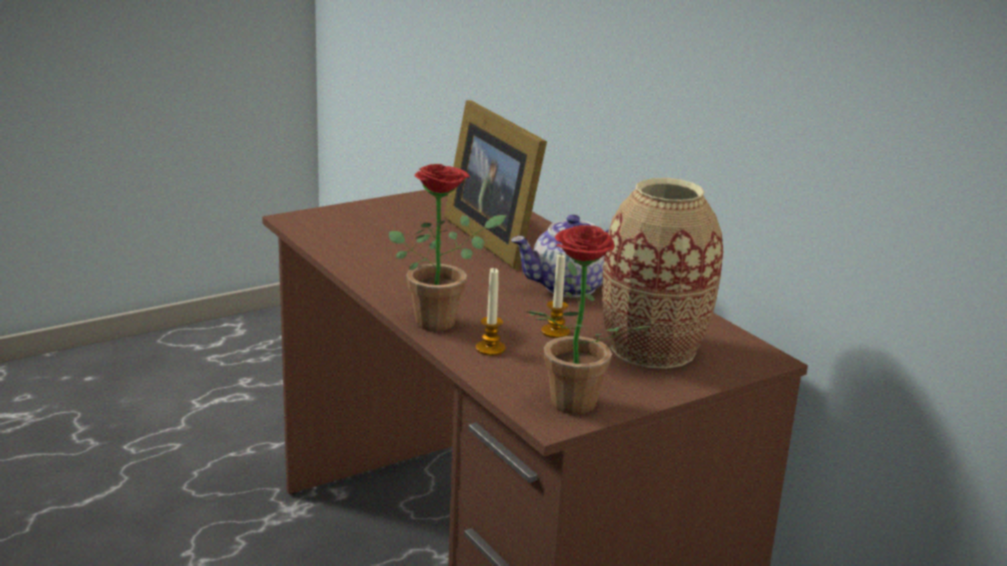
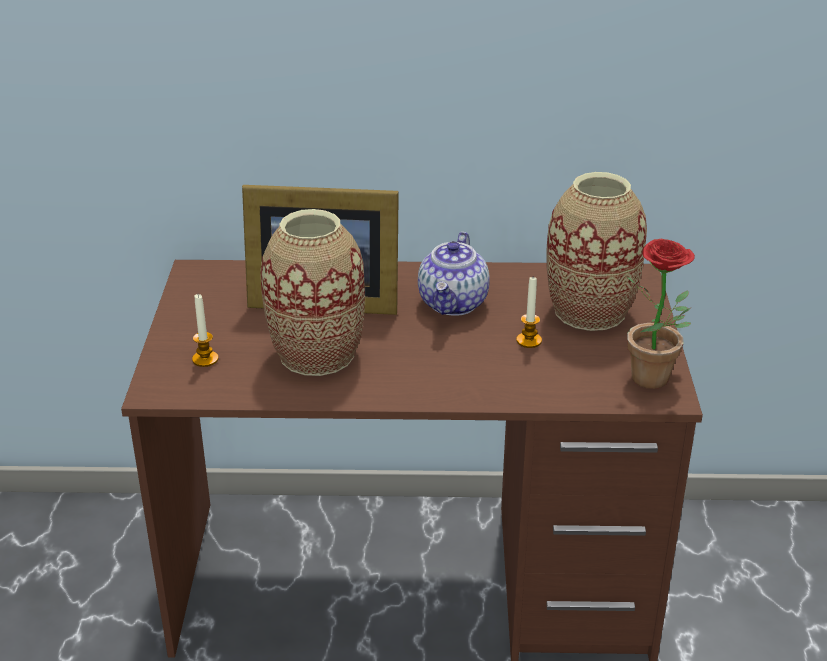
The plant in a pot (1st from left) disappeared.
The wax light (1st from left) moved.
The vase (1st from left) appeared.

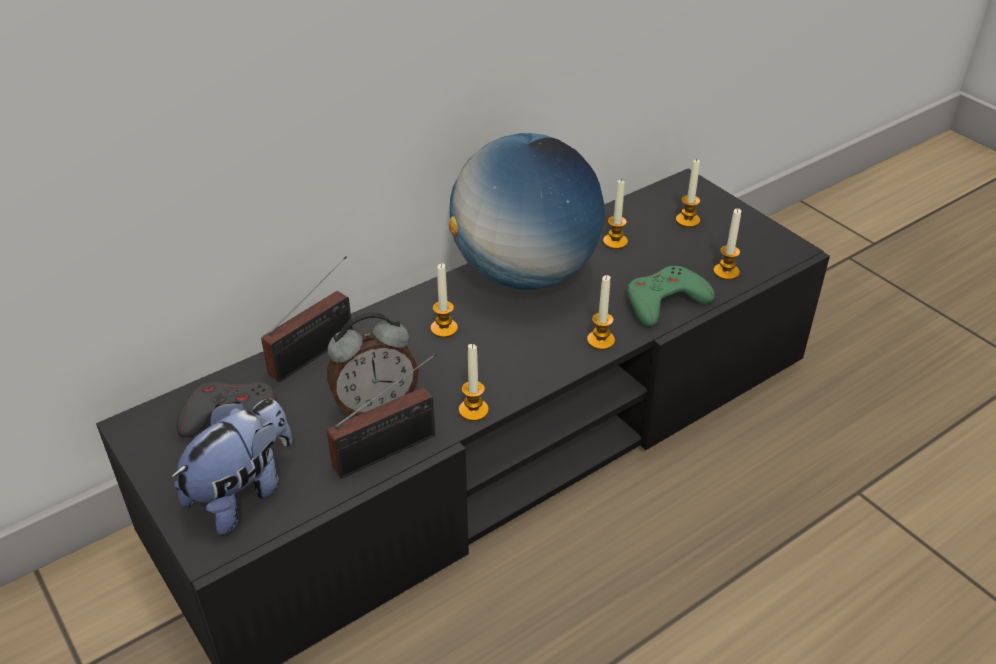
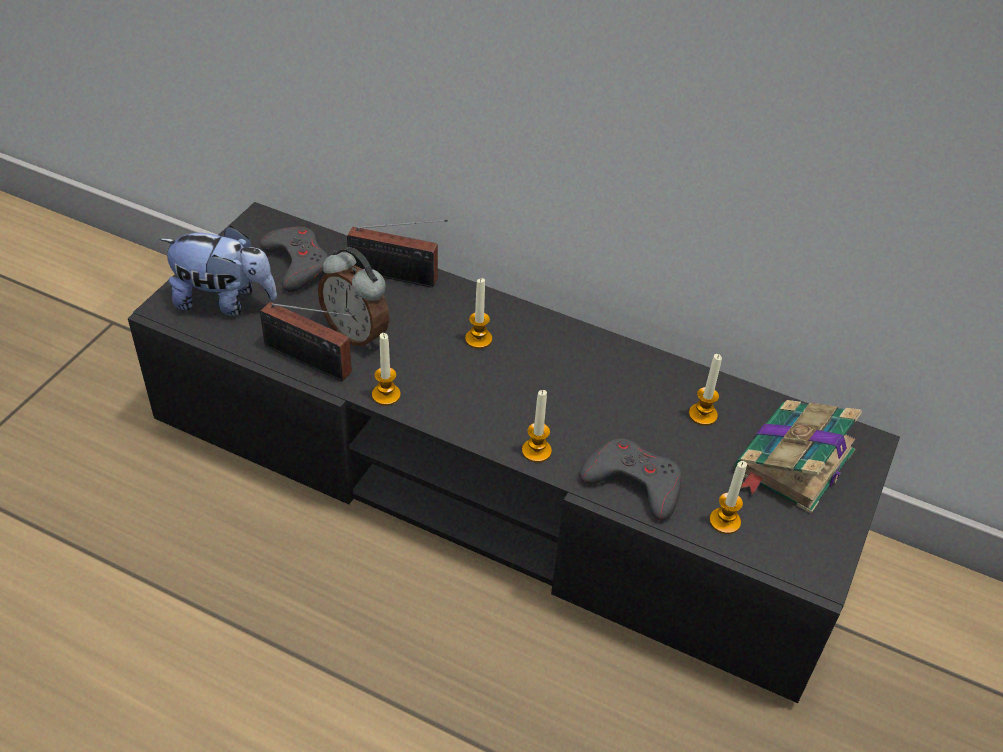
The world globe disappeared.
The joypad/green-coloured became the joypad/grey (2nd from left).
The wax light (5th from left) was replaced by the volume.

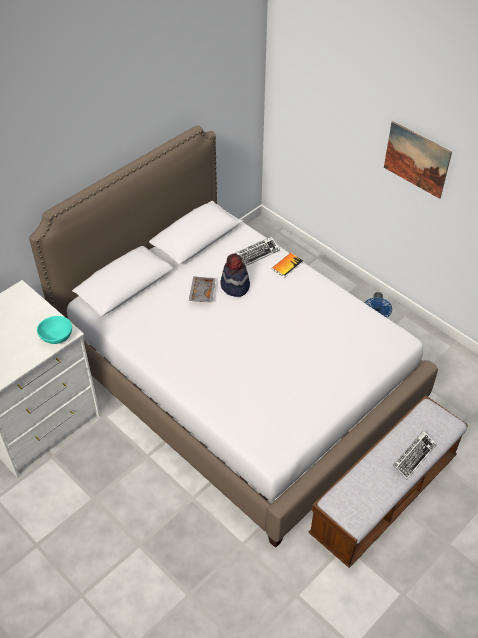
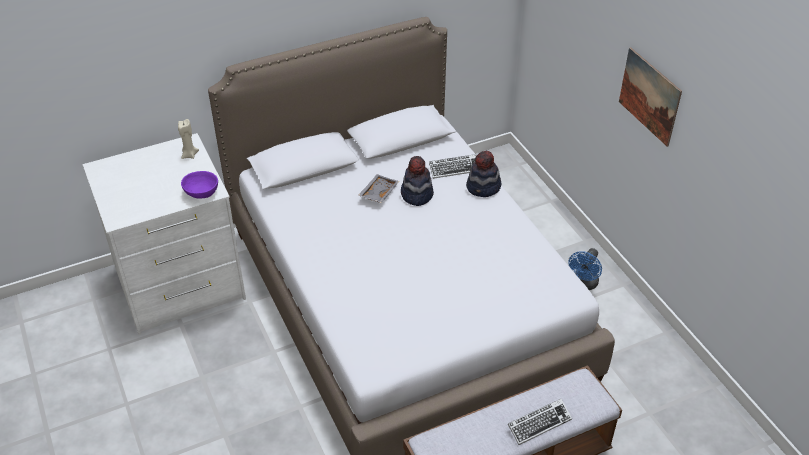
The bowl/turquoise became the bowl/purplish.
The volume was replaced by the clothing hat (2nd from left).
The wax light/beige-coloured appeared.

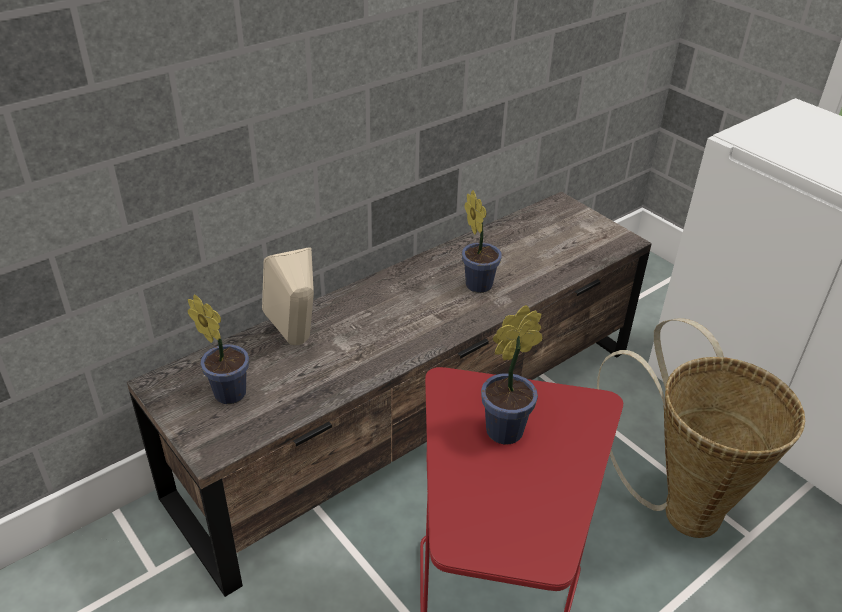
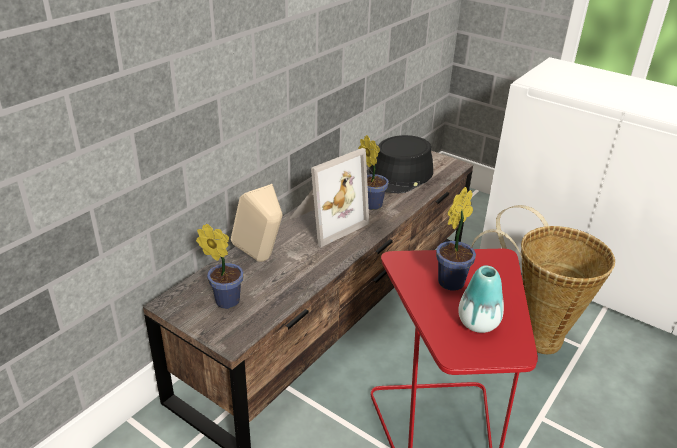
The photo frame appeared.
The clothing hat/blackish appeared.
The vase appeared.

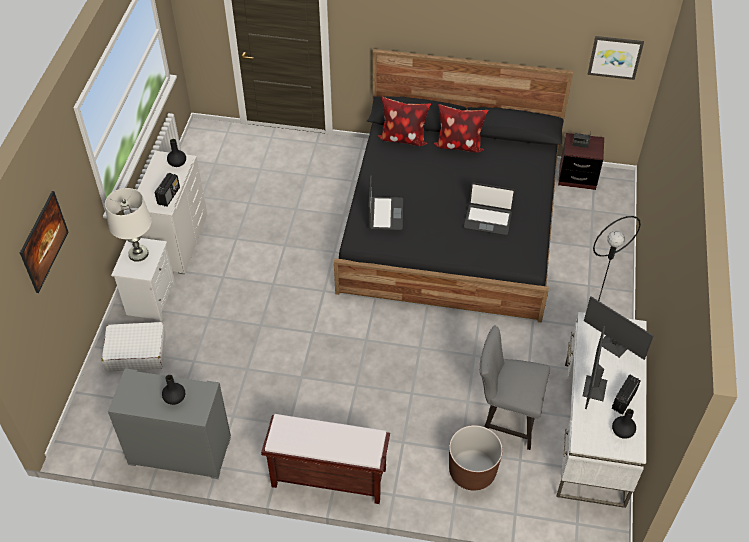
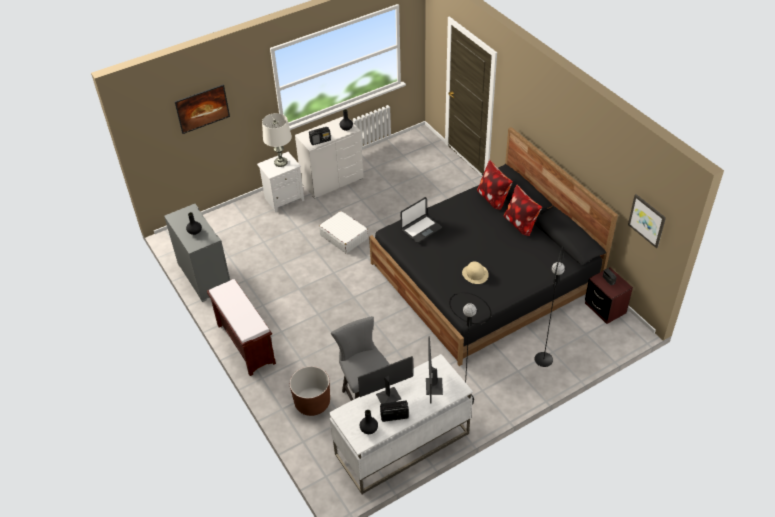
The suitcase/whitish moved.
The laptop (2nd from left) was replaced by the clothing hat/beige-coloured.
The standard lamp/blackish (2nd from left) appeared.

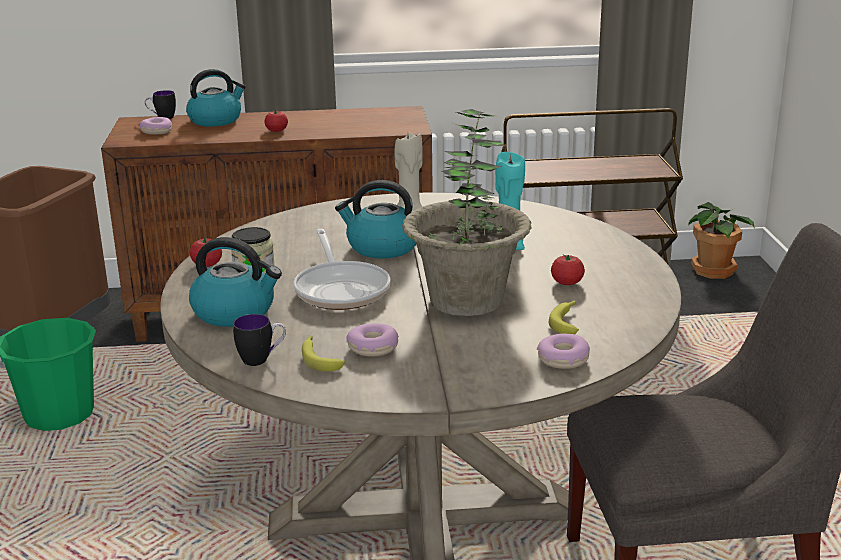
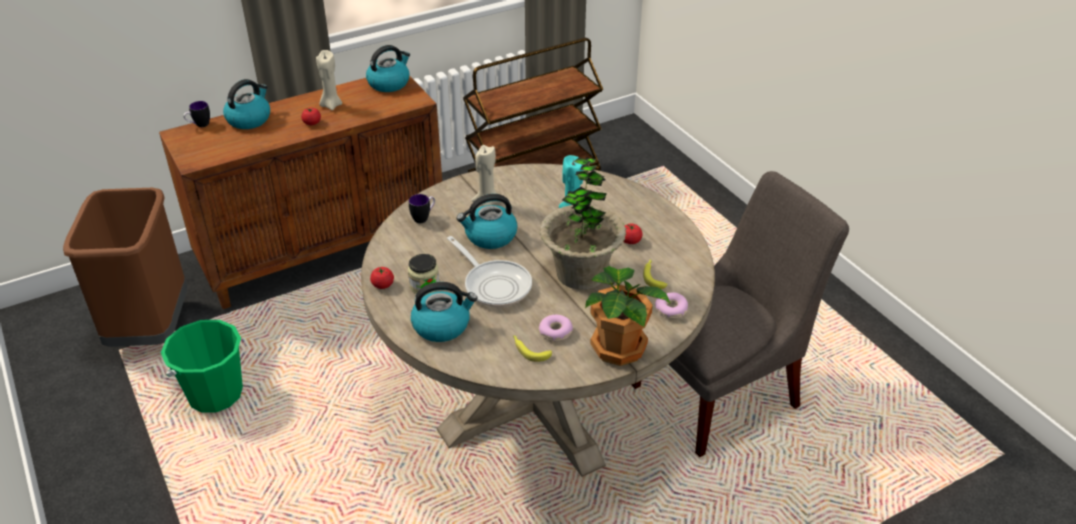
The donut (1st from left) disappeared.
The tea mug (2nd from left) moved.
The plant in a pot (2nd from left) moved.
The wax light/beige-coloured (1st from left) appeared.
The tea kettle (2nd from left) appeared.

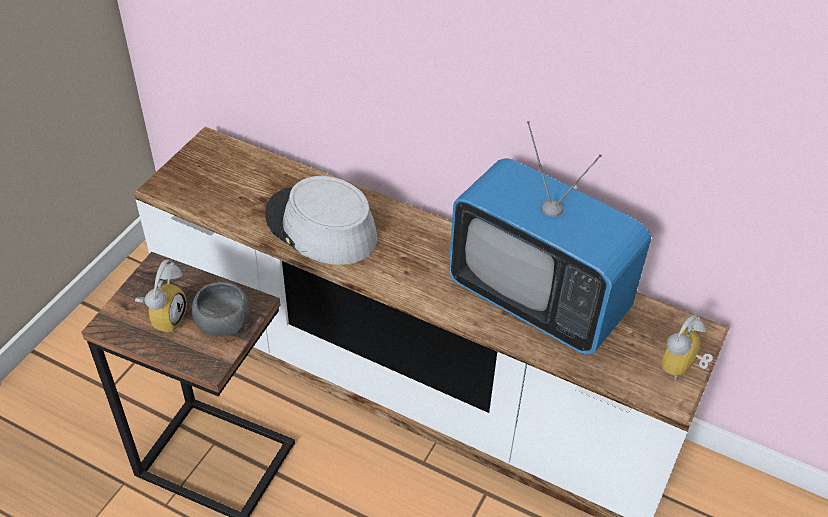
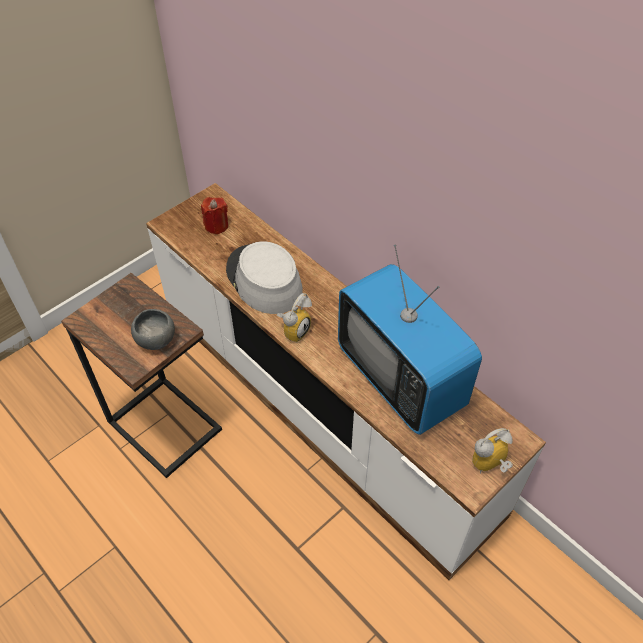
The table clock (1st from left) moved.
The wax light/red appeared.

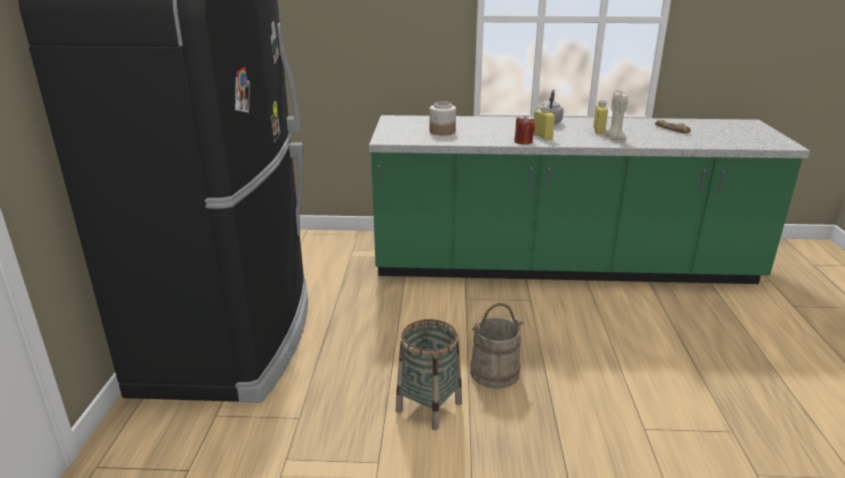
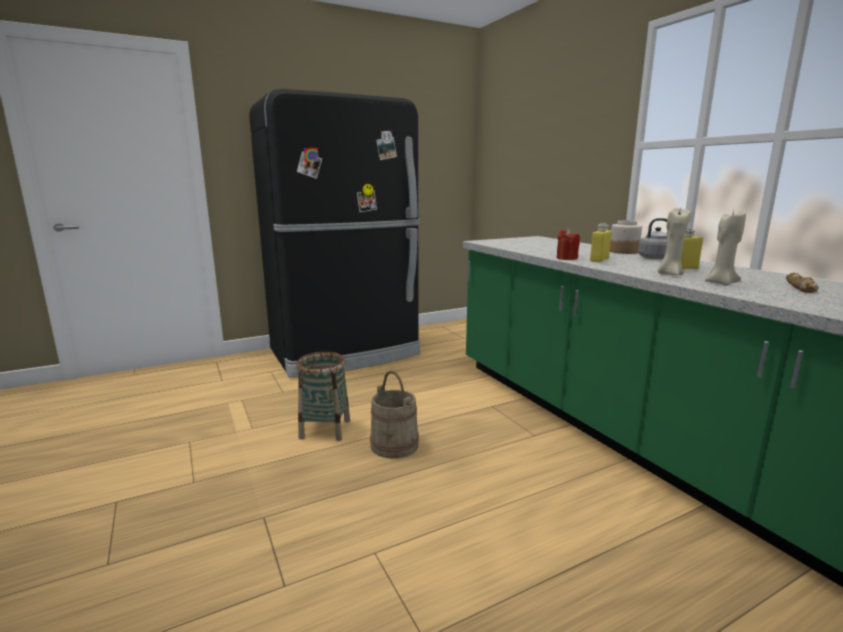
The storage jar moved.
The wax light/beige-coloured (2nd from left) appeared.

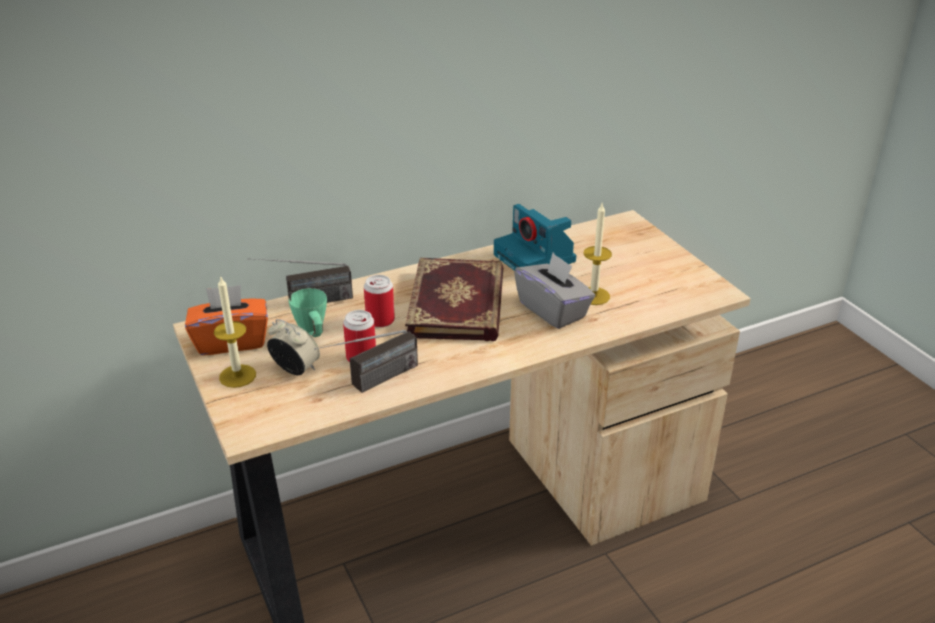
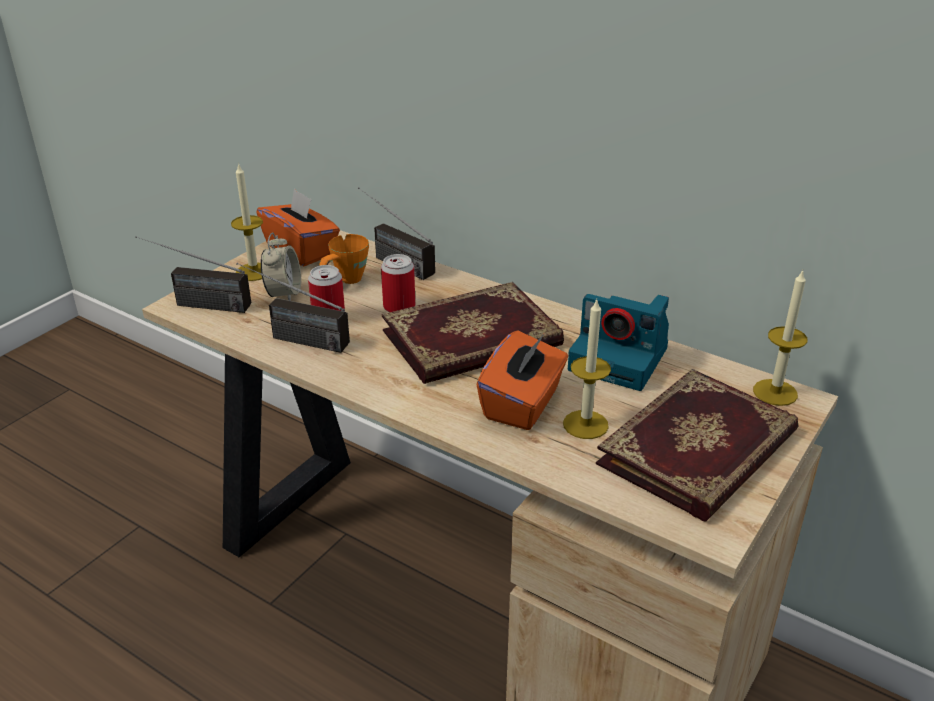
The tea mug/green-coloured became the tea mug/orange-coloured.
The photo camera turned 90 degrees counterclockwise.
The tissue holder/grey became the tissue holder/orange-coloured (2nd from left).
The radio receiver (1st from left) appeared.
The volume (2nd from left) appeared.
The wax light (3rd from left) appeared.

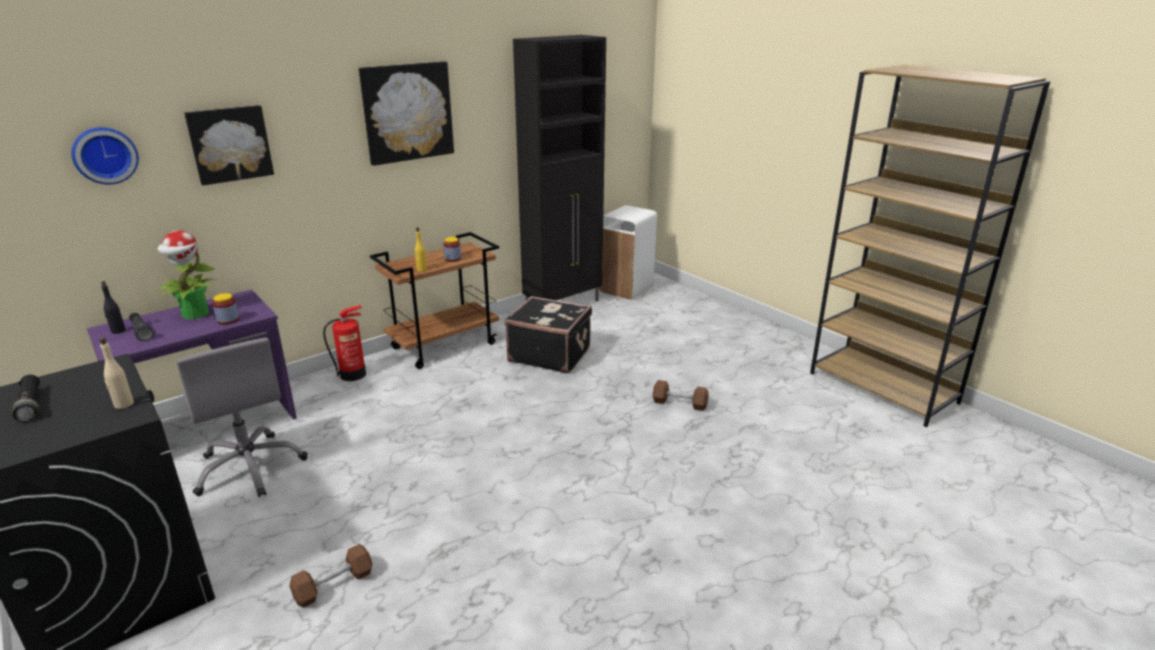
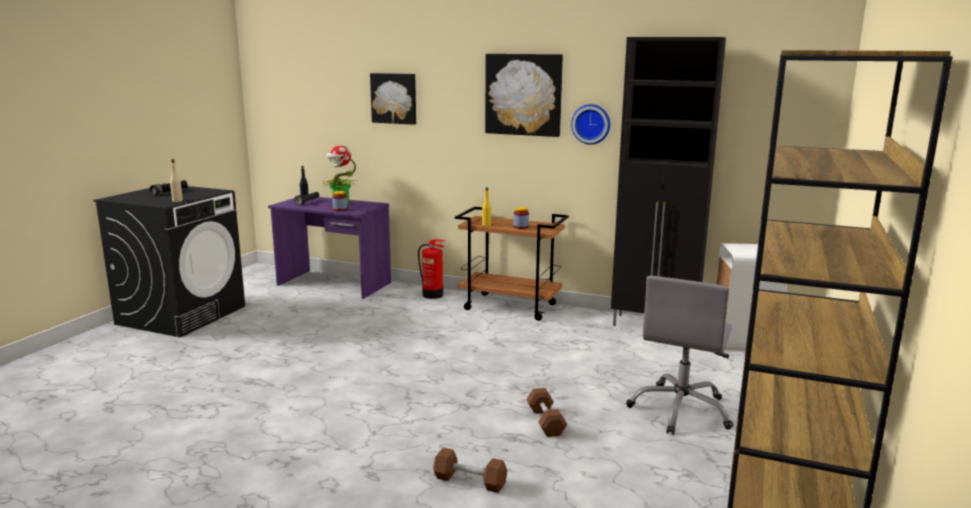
The hanging clock moved.
The desk chair/grey moved.
The dumbbell/brown-coloured (1st from left) moved.
The suitcase/blackish disappeared.

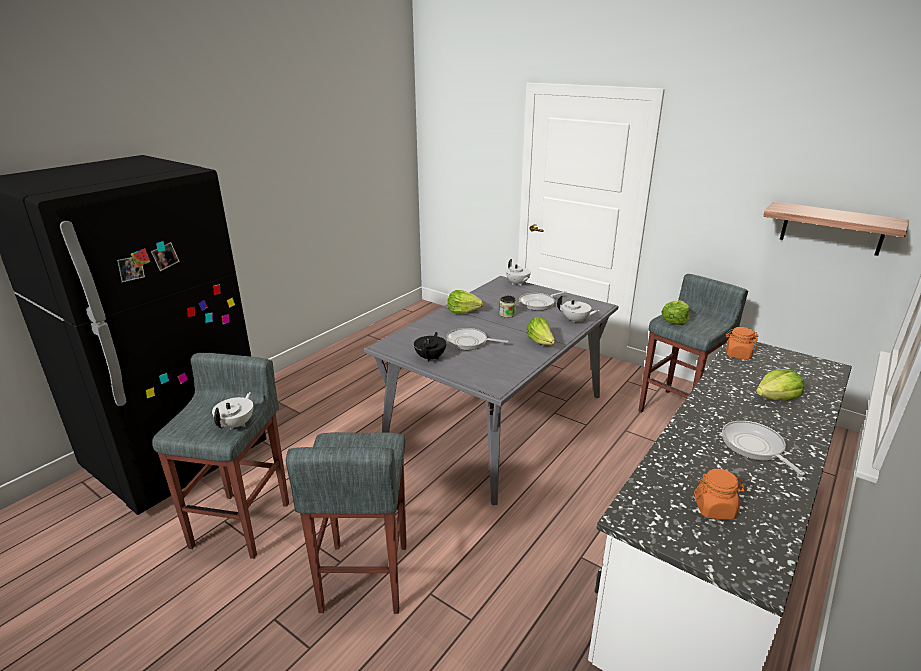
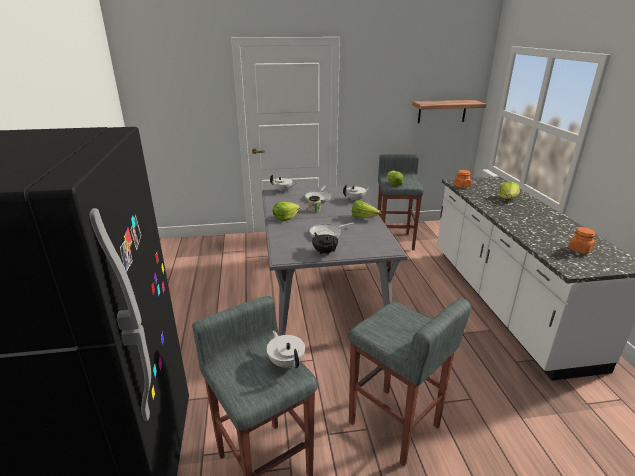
The pan (3rd from left) disappeared.

